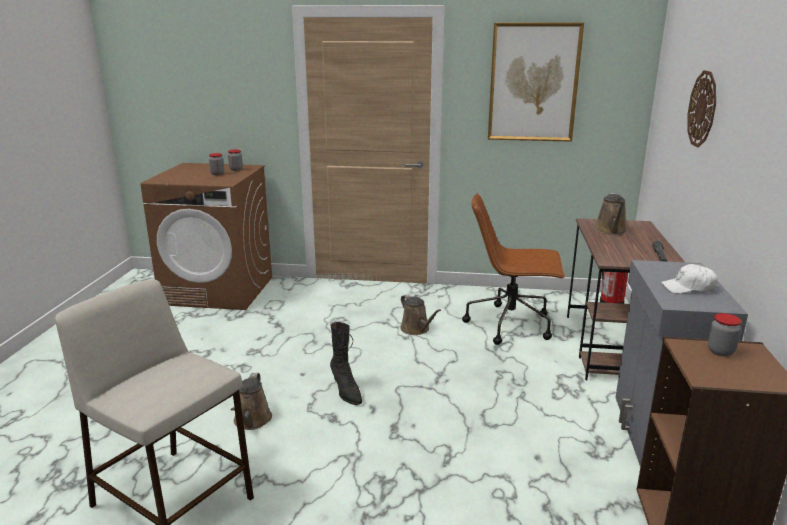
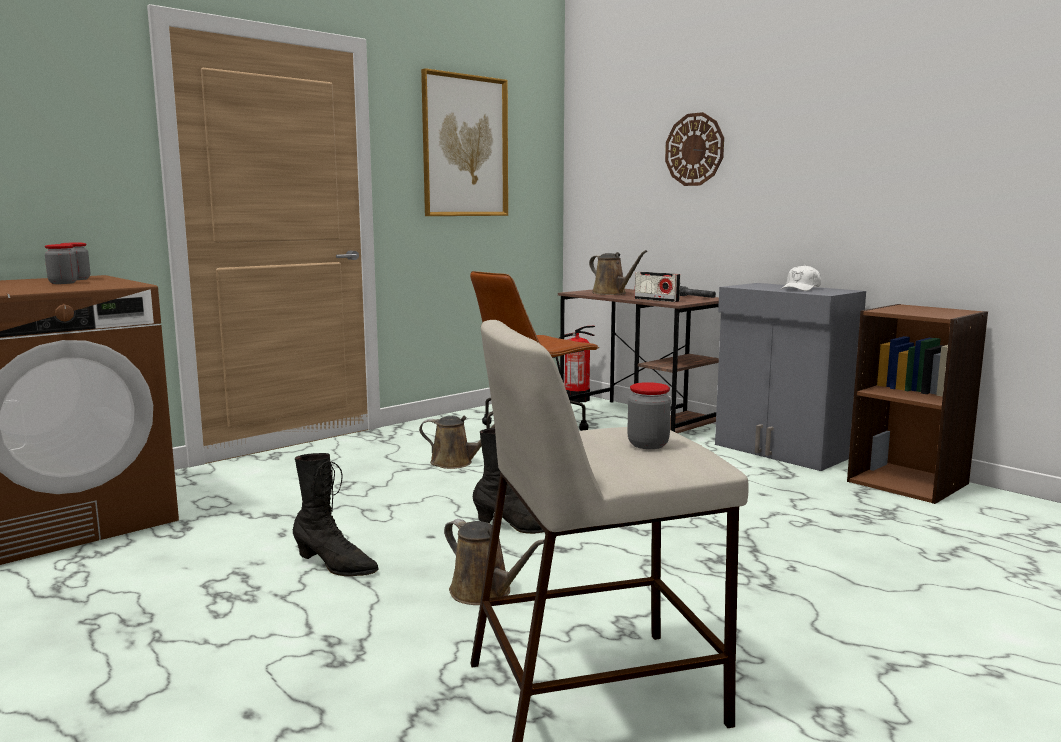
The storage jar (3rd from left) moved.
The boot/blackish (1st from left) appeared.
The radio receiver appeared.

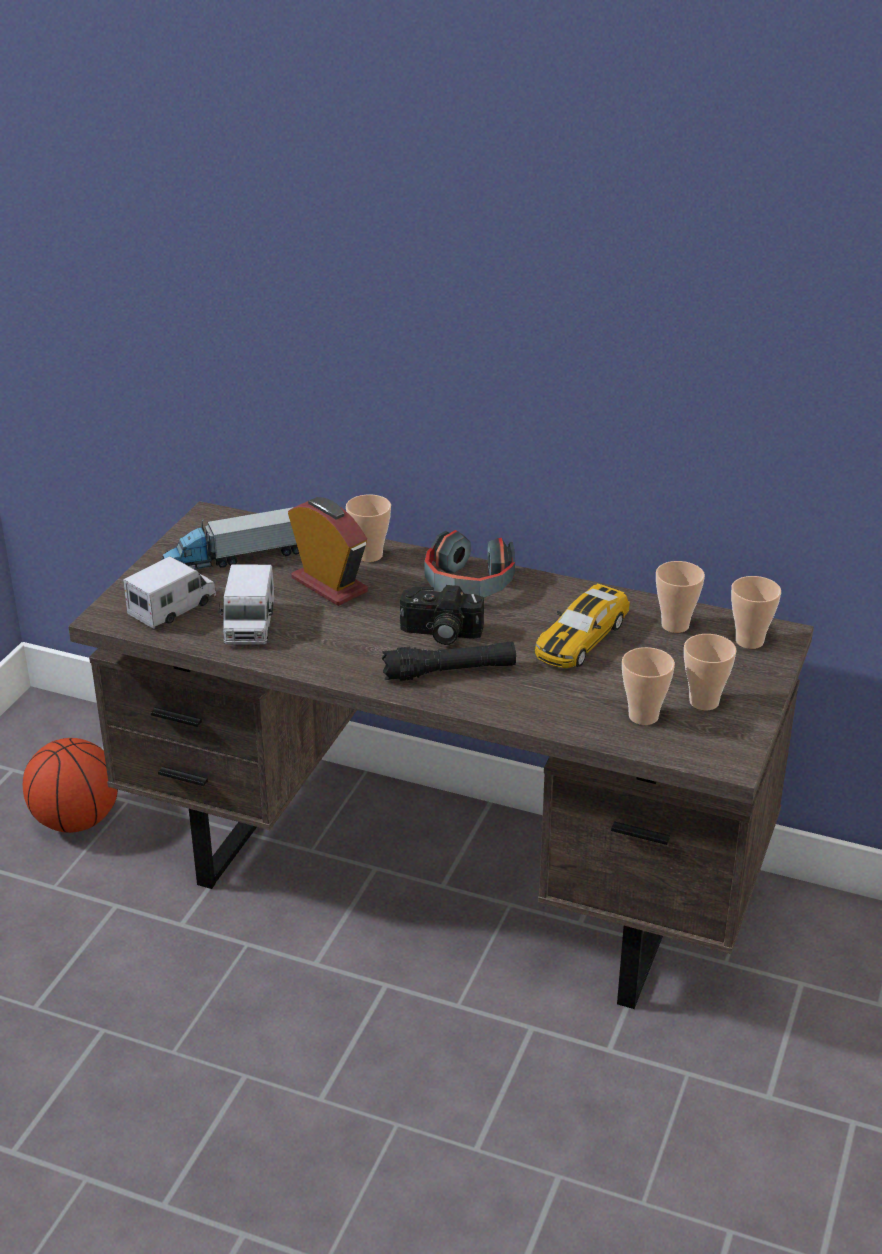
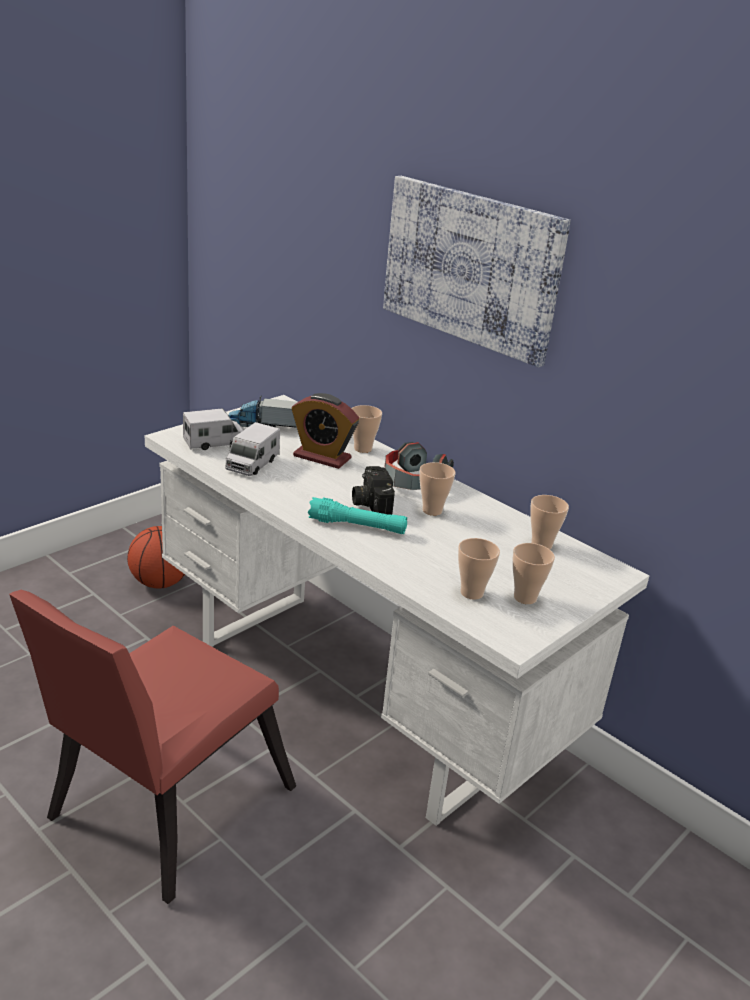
The desk unit/brown-coloured became the desk unit/whitish.
The table clock turned 135 degrees clockwise.
The flashlight/blackish became the flashlight/turquoise.
The photo camera turned 45 degrees clockwise.
The miniature car disappeared.
The cup (5th from left in the first image) moved.
The upright chair/red appeared.
The wall art appeared.

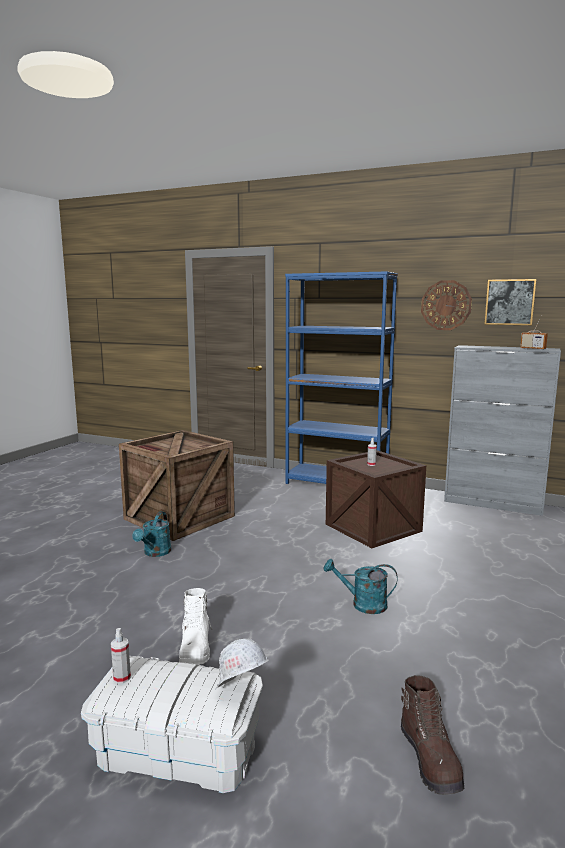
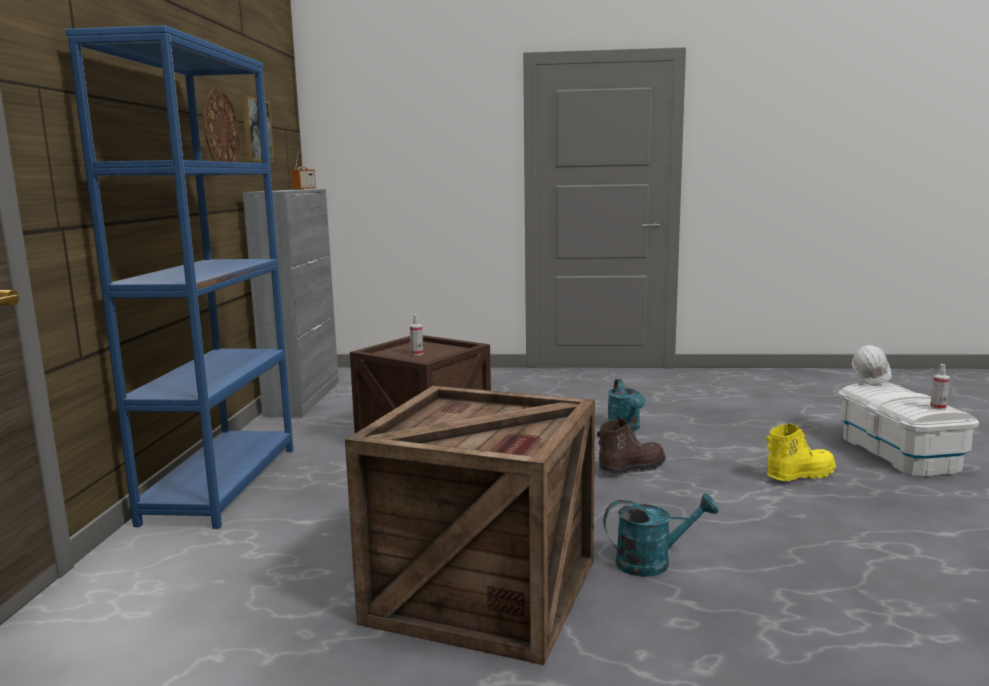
The boot/whitish became the boot/yellow-coloured.
The boot/brown-coloured moved.

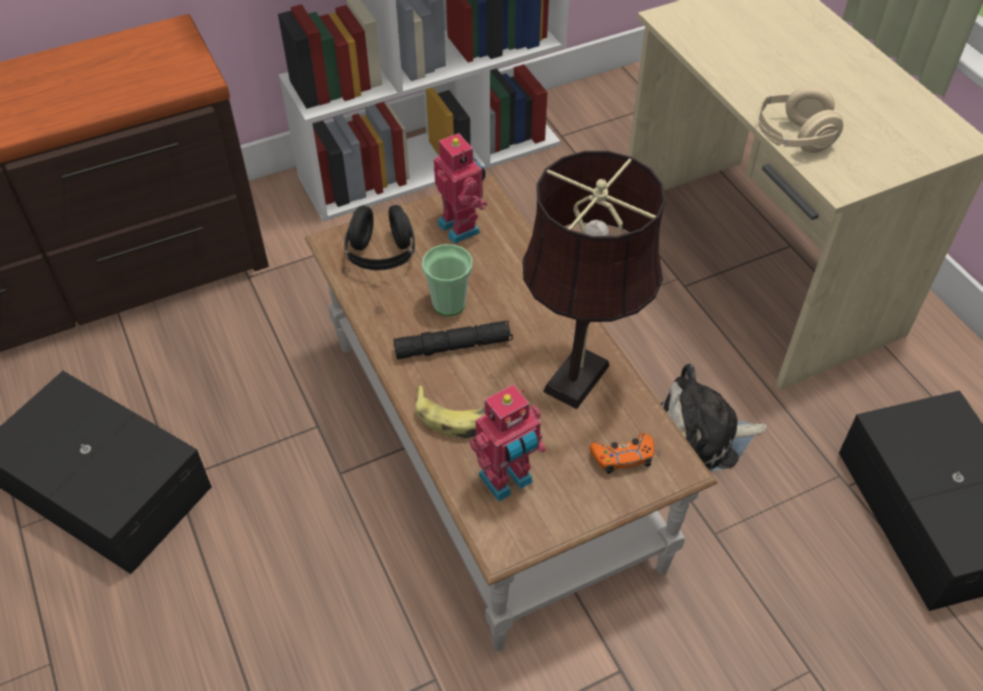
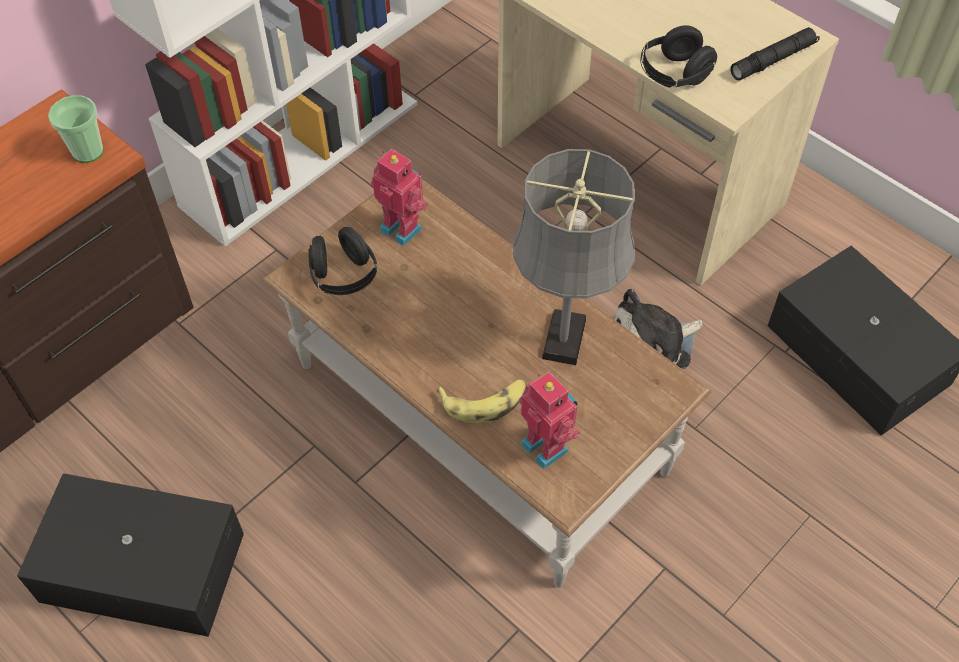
The flashlight/blackish moved.
The cup moved.
The robot figure (2nd from left) turned 75 degrees counterclockwise.
The lamp for a table/brown-coloured became the lamp for a table/grey.
The joypad/orange-coloured disappeared.
The headset/beige-coloured became the headset/blackish (2nd from left).

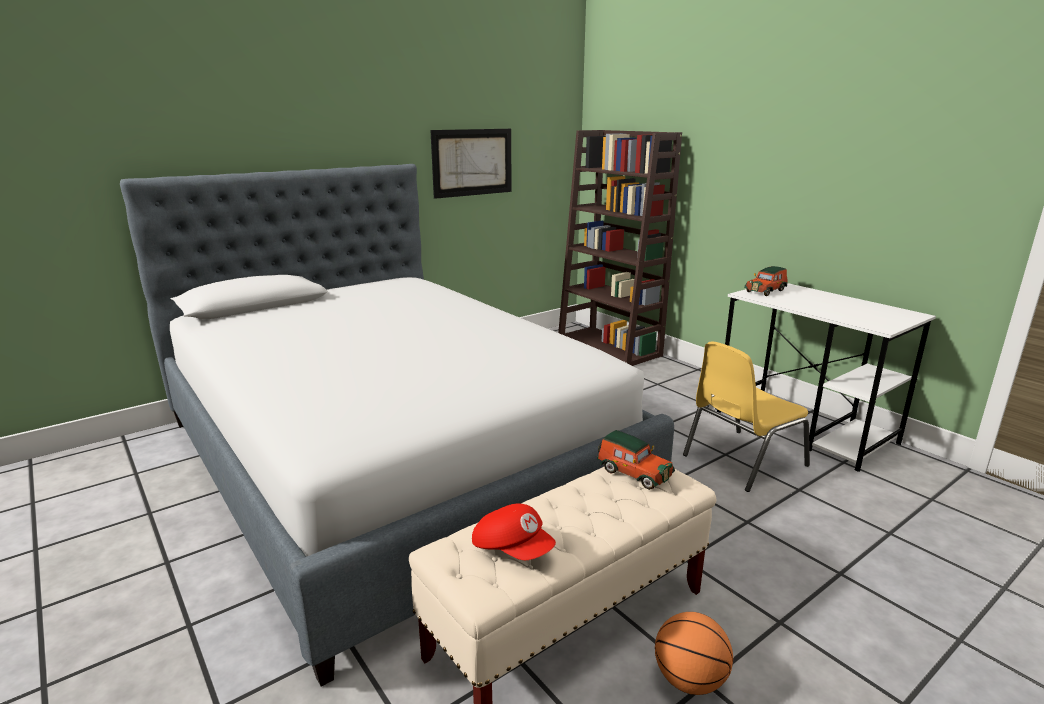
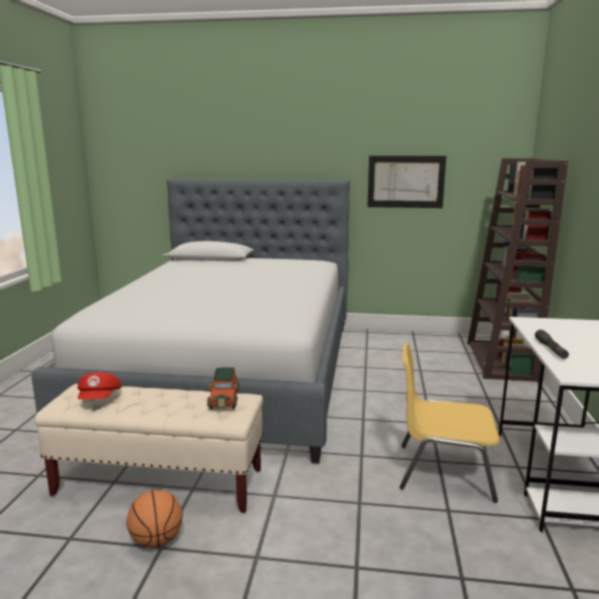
The miniature car (2nd from left) disappeared.
The flashlight/blackish appeared.

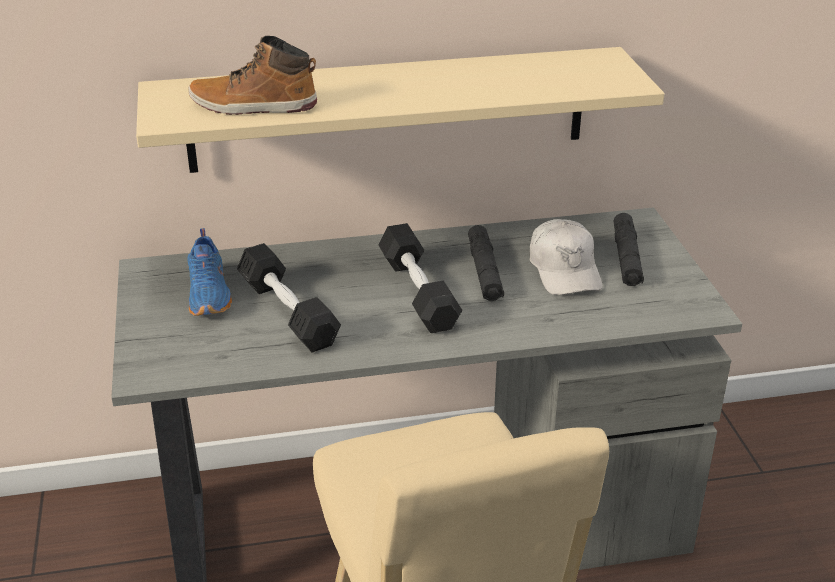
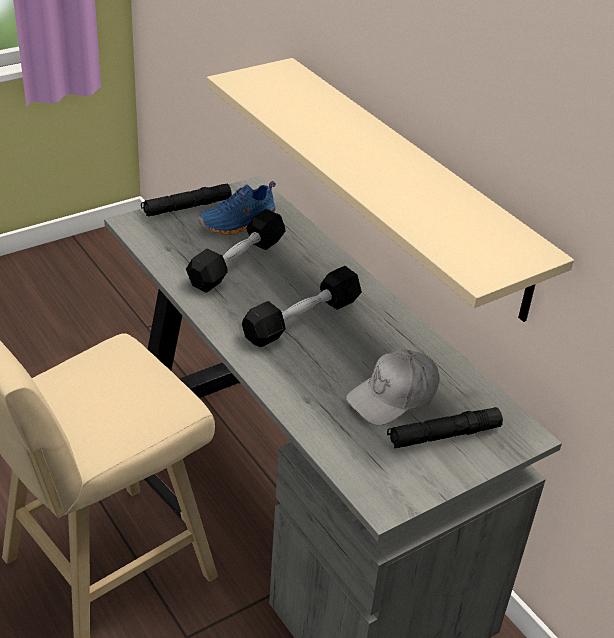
The boot disappeared.
The flashlight/blackish (1st from left) moved.

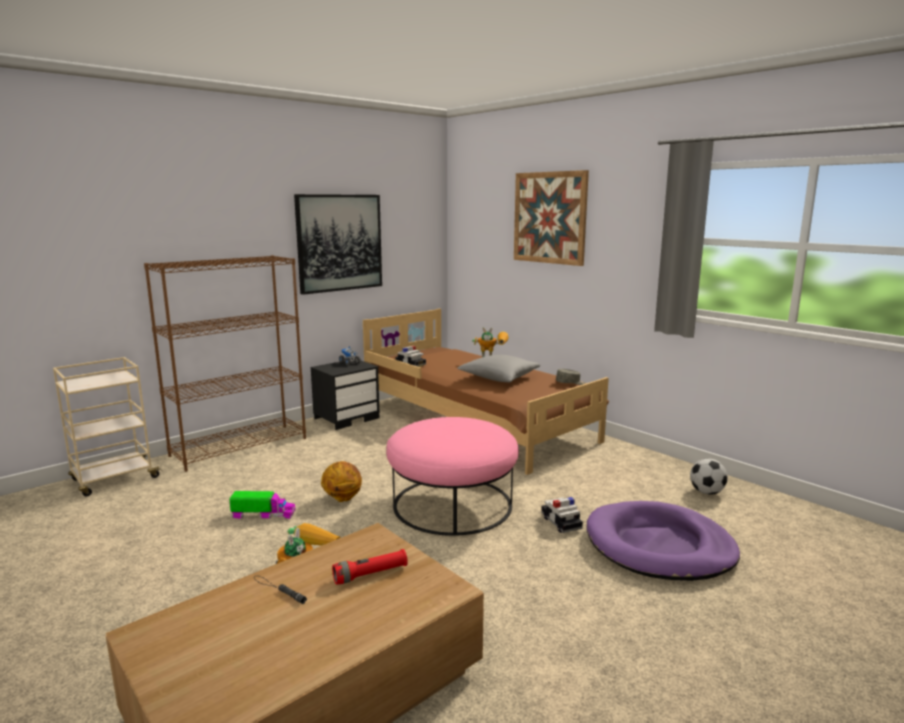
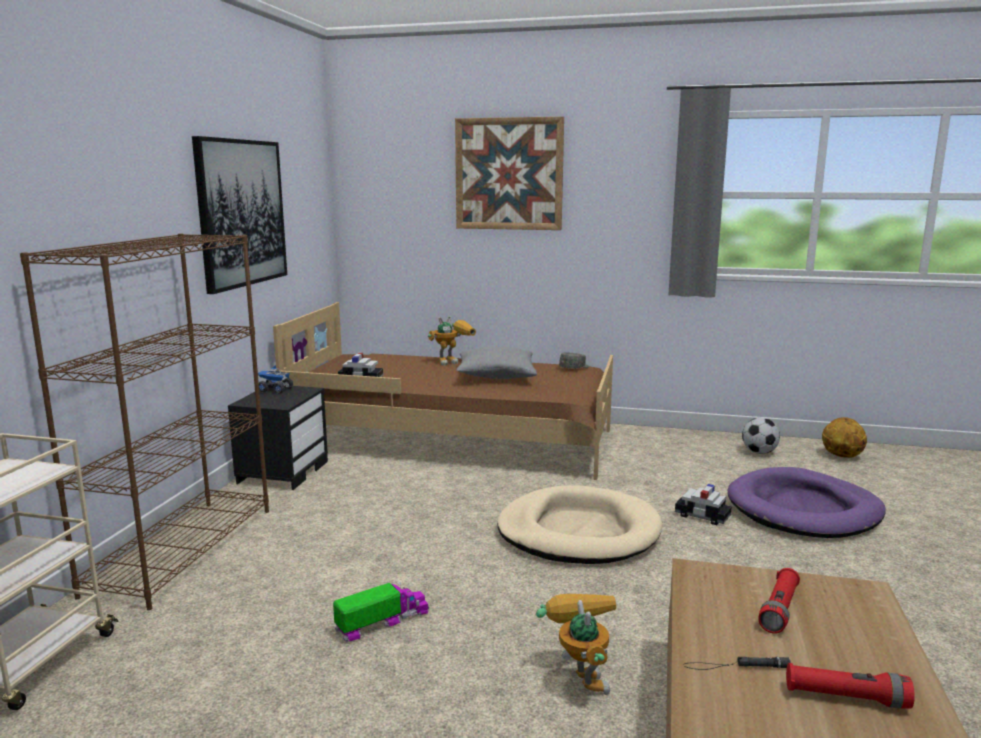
The basketball moved.
The pouffe/pink was replaced by the pet bed/beige-coloured.
The flashlight/red (2nd from left) appeared.

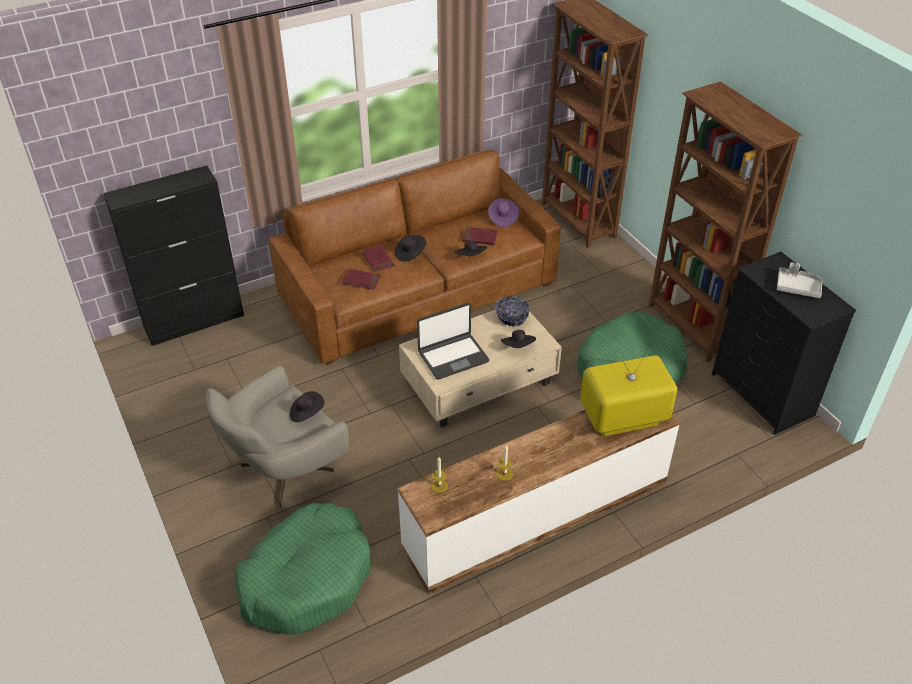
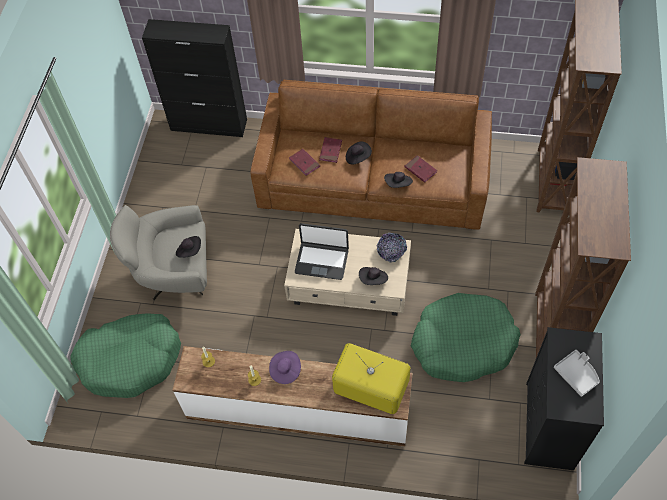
The clothing hat/purplish moved.

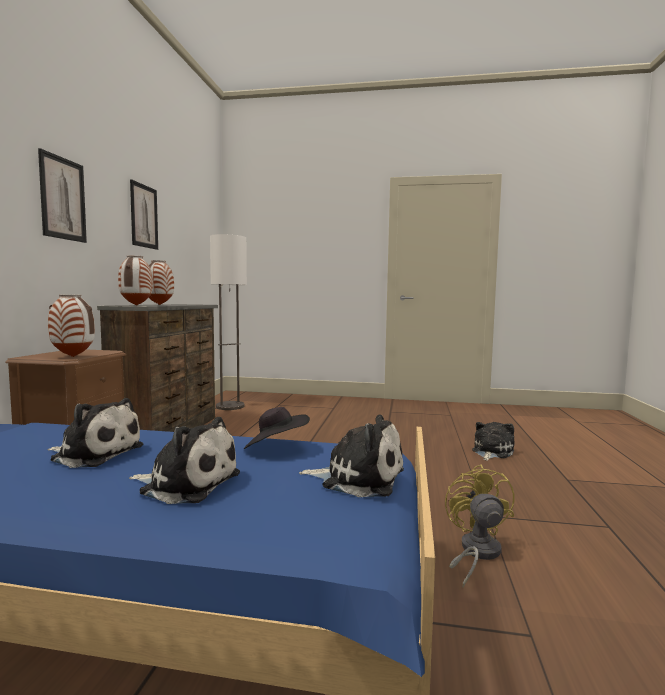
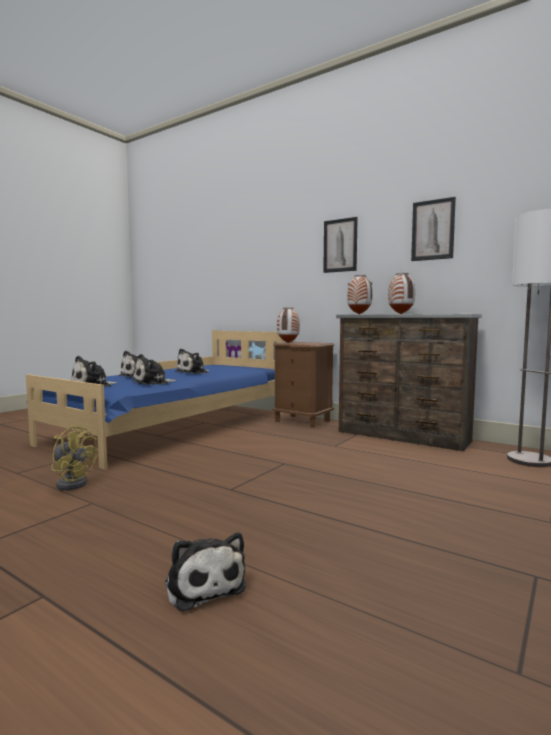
The clothing hat/blackish was replaced by the soft toy (3rd from left).

